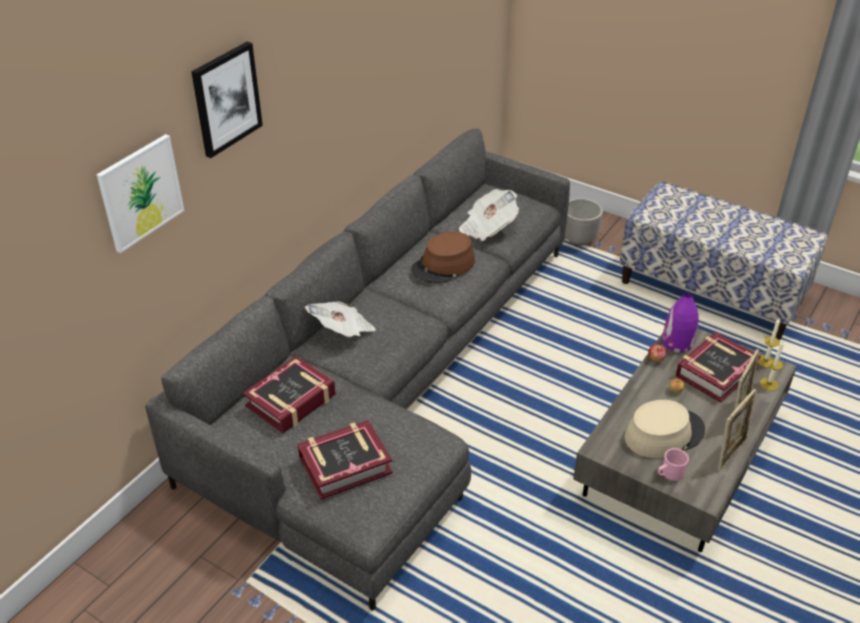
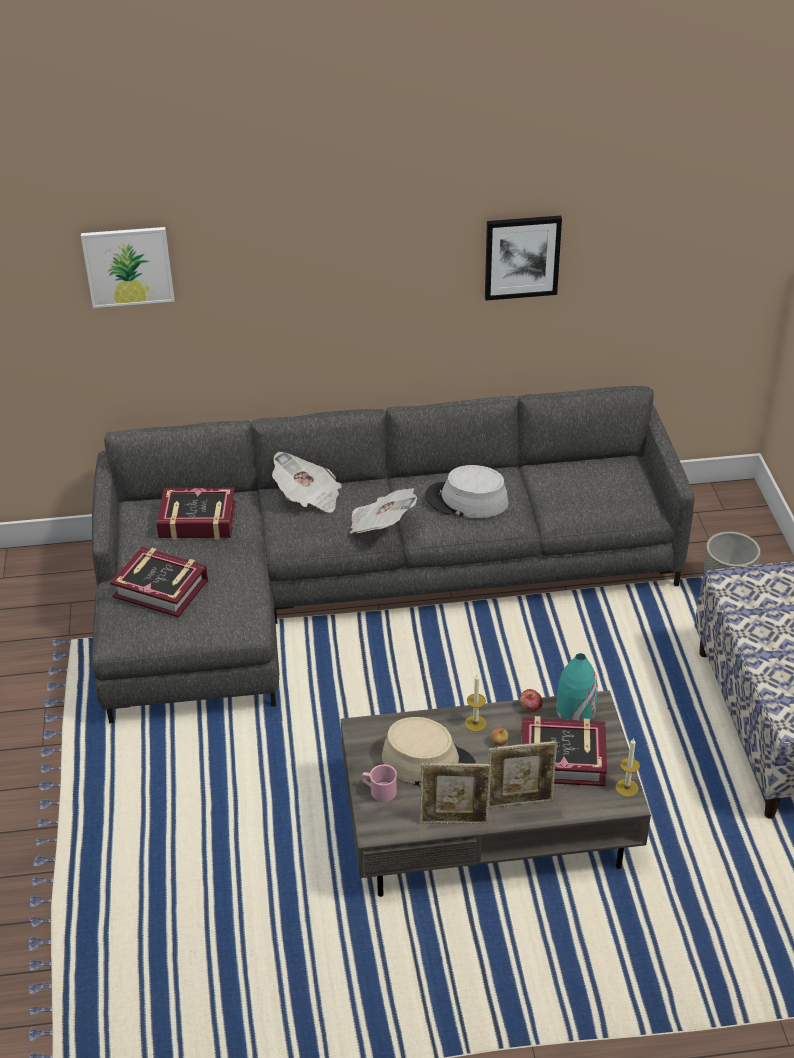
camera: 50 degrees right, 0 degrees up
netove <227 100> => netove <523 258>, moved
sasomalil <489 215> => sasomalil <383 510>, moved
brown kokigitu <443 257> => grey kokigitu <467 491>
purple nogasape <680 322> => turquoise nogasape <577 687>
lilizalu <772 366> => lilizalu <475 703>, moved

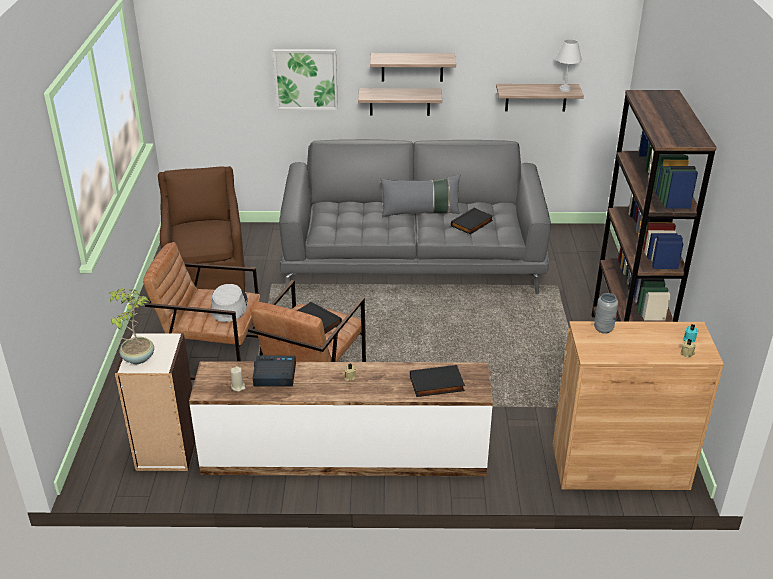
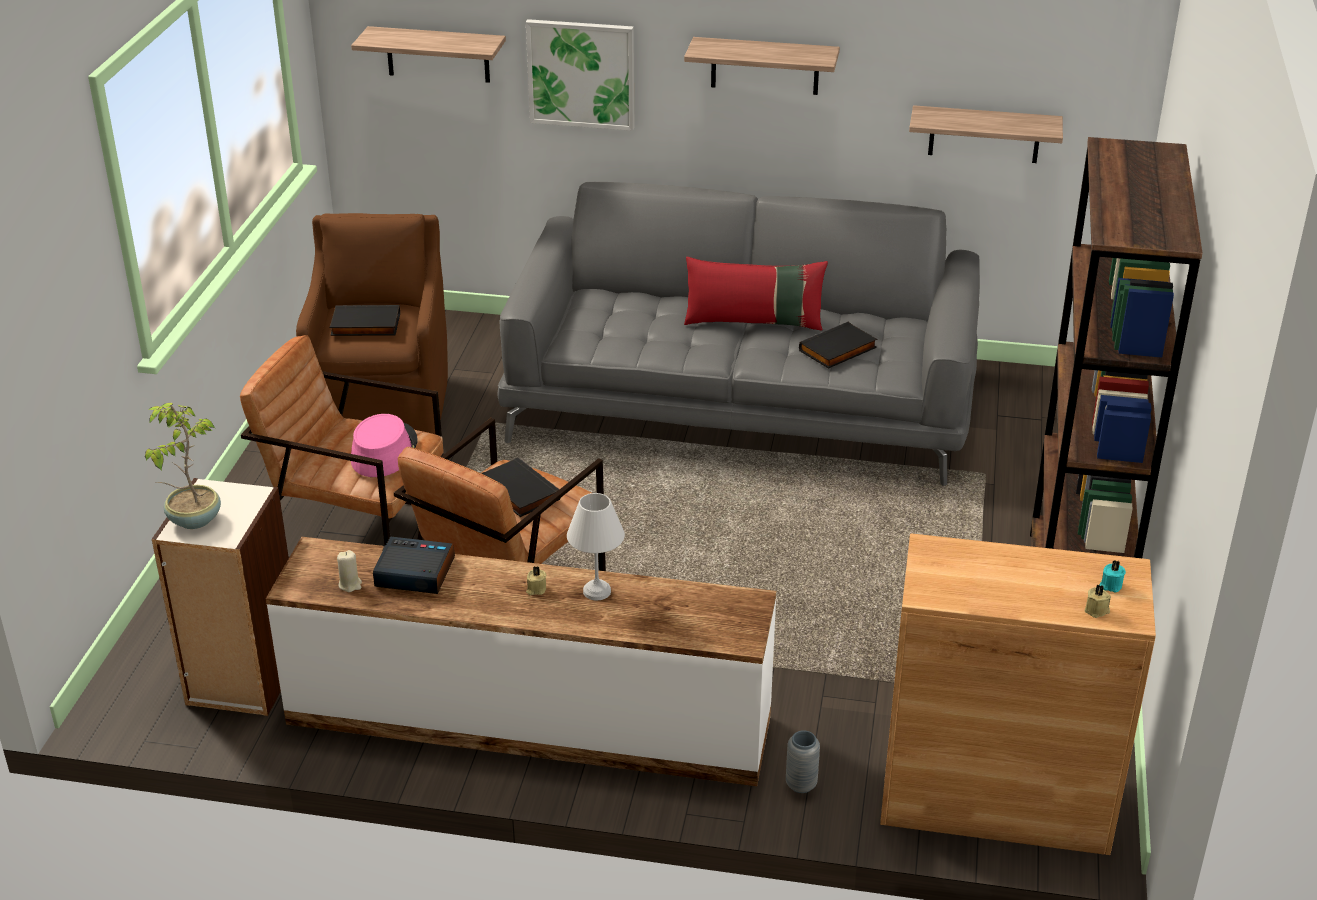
camera: 10 degrees right, 0 degrees up
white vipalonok <569 65> => white vipalonok <596 547>, moved
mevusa <400 102> => mevusa <428 54>, moved
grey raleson <420 196> => red raleson <756 293>
grey kokigitu <229 303> => pink kokigitu <384 445>
grey nogasape <606 313> => grey nogasape <803 761>, moved
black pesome <437 381> => black pesome <365 320>, moved

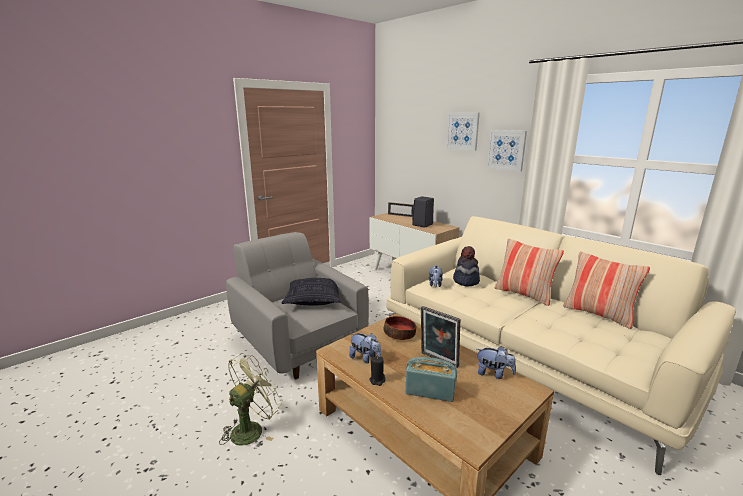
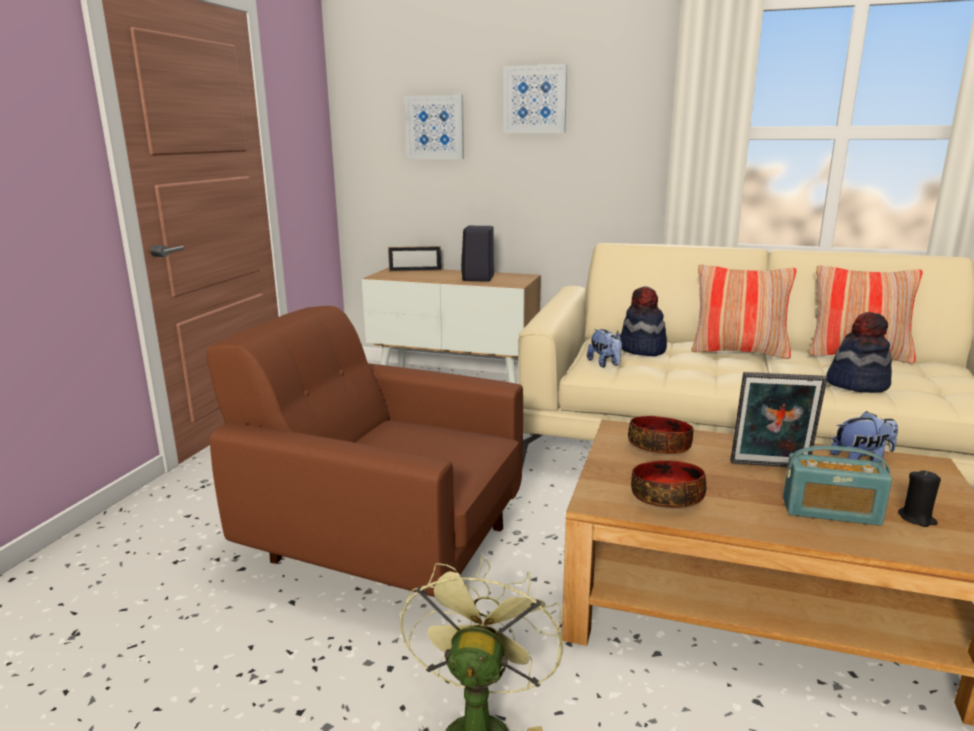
camera: 30 degrees left, 0 degrees up
netove <506 151> => netove <434 127>, moved
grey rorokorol <297 305> => brown rorokorol <364 451>
raleson <311 291> => nothing
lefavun <365 348> => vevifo <668 484>
black lilizalu <377 371> => black lilizalu <919 498>, moved
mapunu <431 379> => mapunu <837 485>, 150 degrees counterclockwise
nothing => kokigitu <859 352>

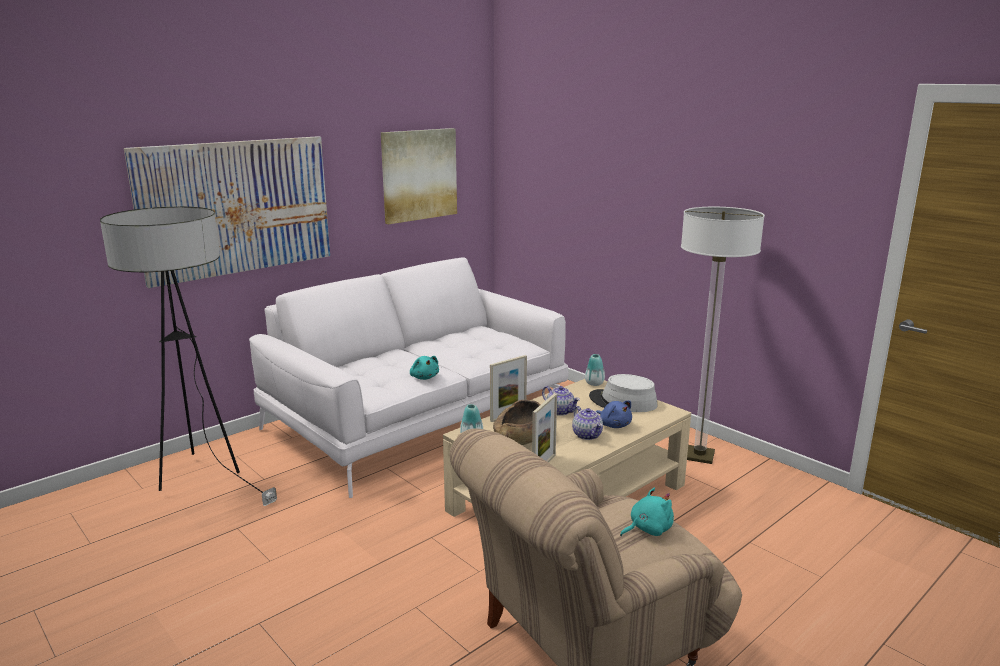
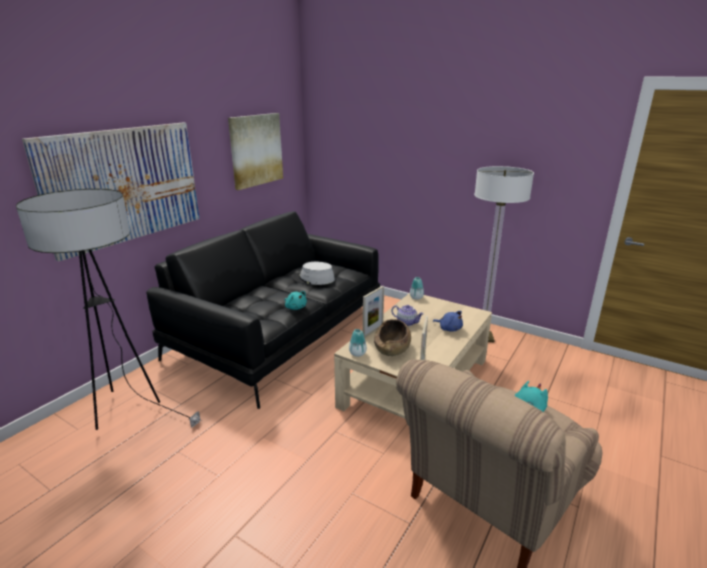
camera: 15 degrees left, 5 degrees up
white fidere <409 377> => black fidere <263 310>
grey kokigitu <623 393> => grey kokigitu <313 273>, moved
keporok <587 423> => nothing

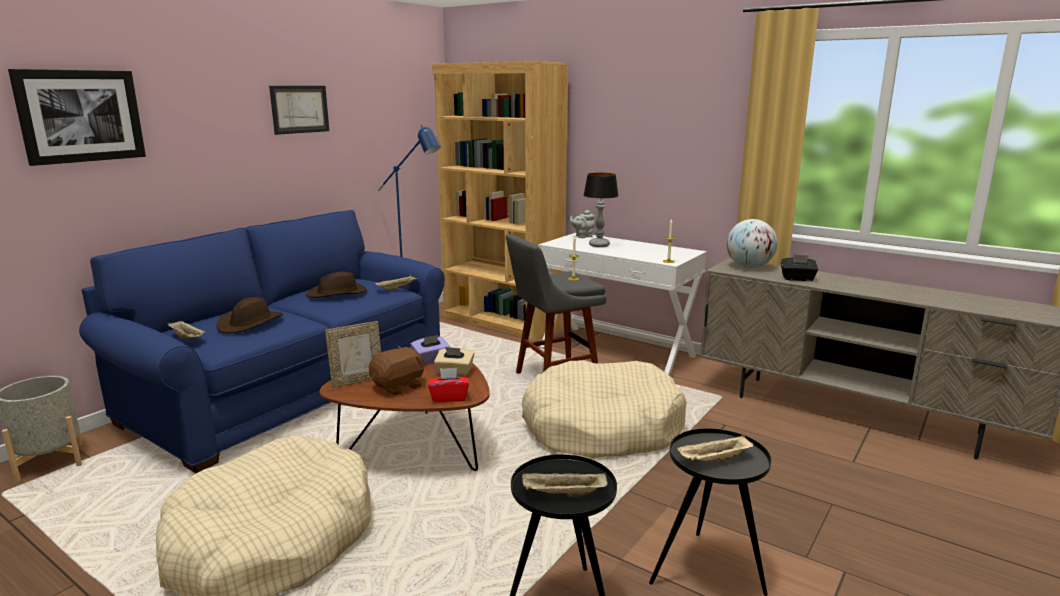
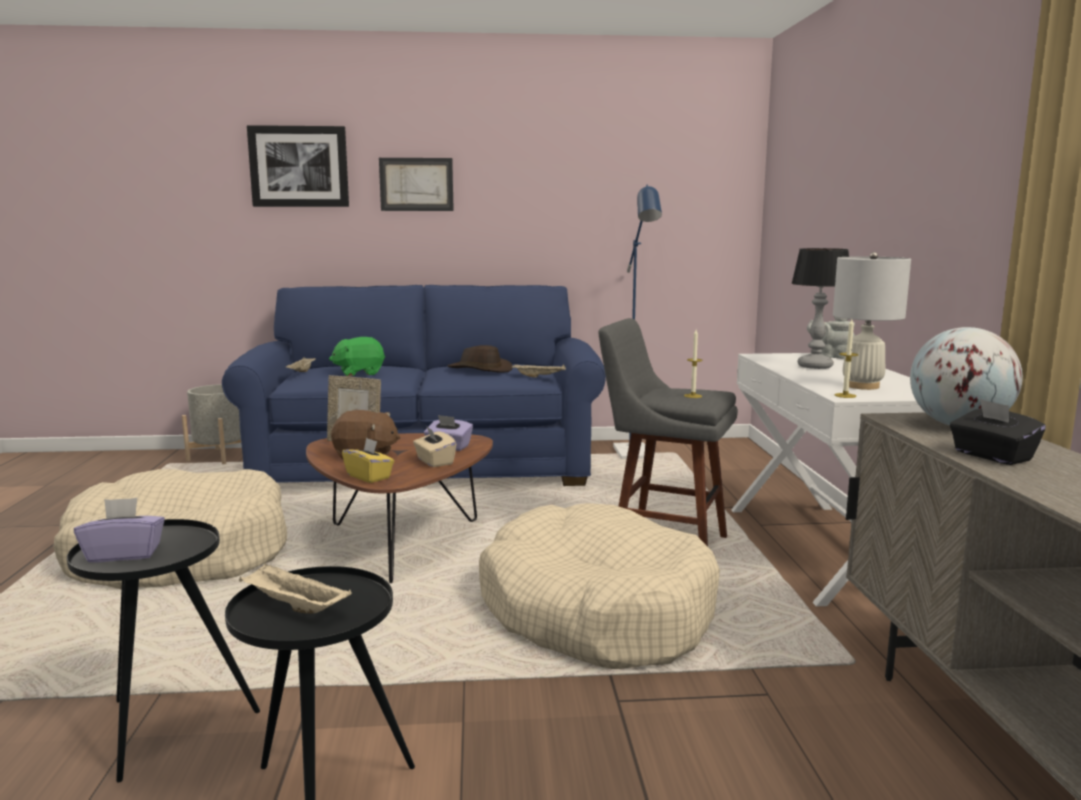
camera: 50 degrees right, 5 degrees down
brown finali <500 201> => nothing
netove <299 110> => netove <416 184>, moved
brown kokigitu <249 315> => green lefavun <357 357>
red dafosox <448 385> => yellow dafosox <368 460>
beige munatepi <565 484> => purple dafosox <119 530>
nothing => white vipalonok <872 321>

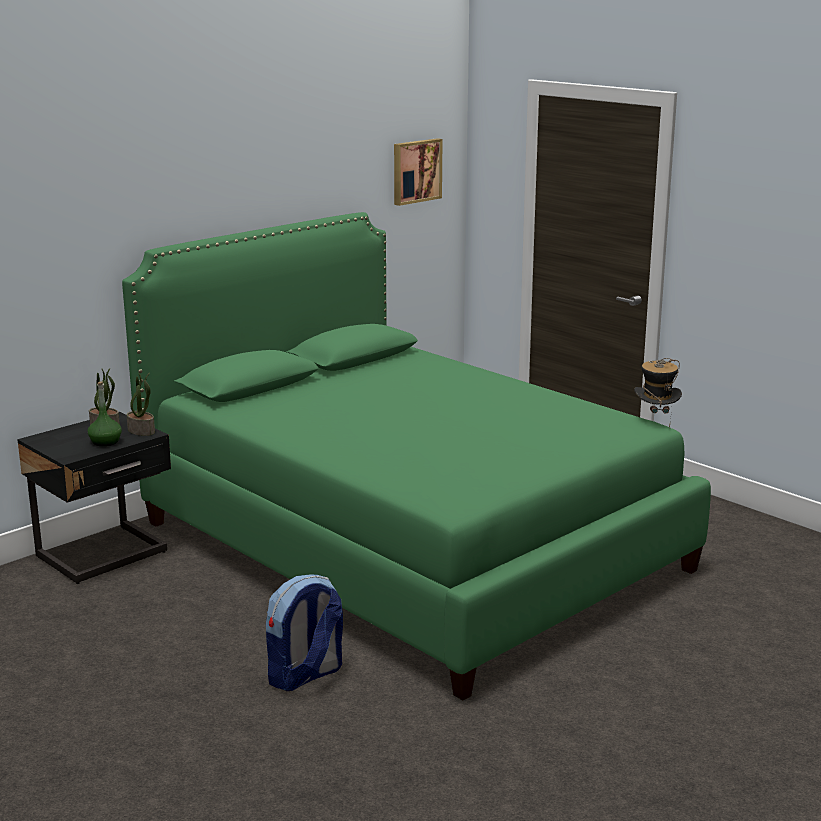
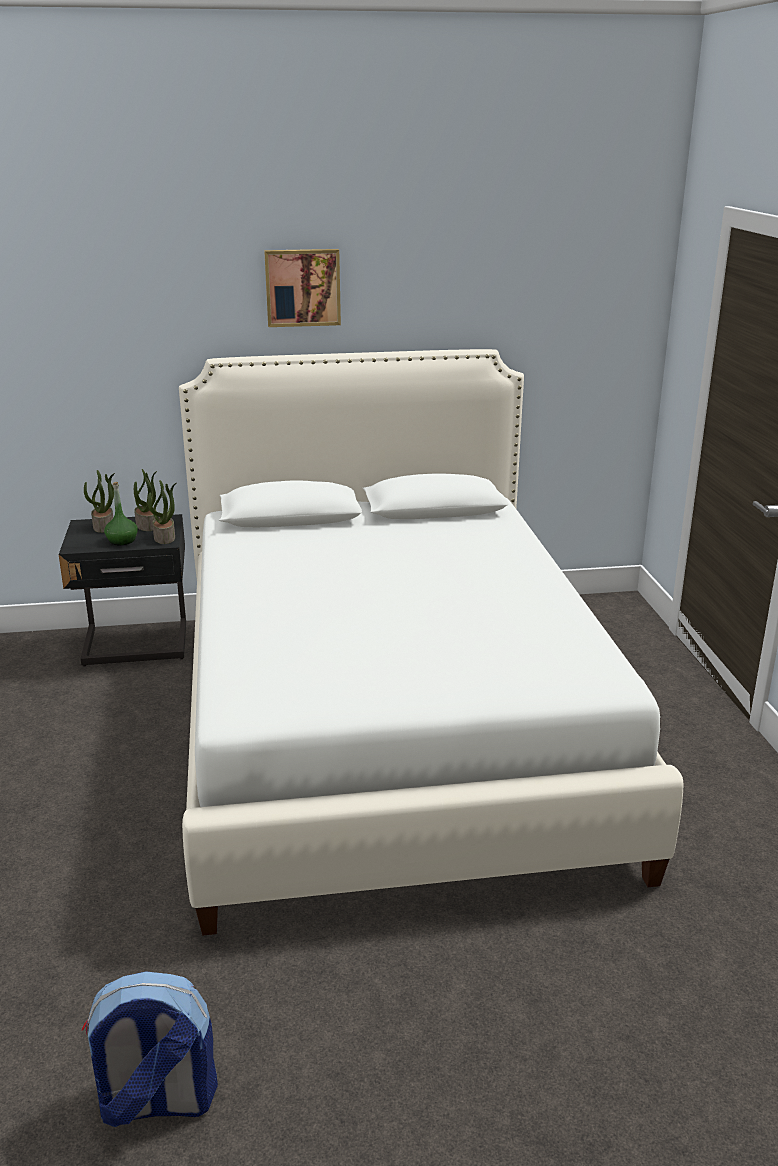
camera: 35 degrees right, 5 degrees up
netove <418 172> => netove <302 288>, moved
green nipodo <416 456> => white nipodo <431 642>
kokigitu <658 393> => nothing
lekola <304 633> => lekola <150 1049>, moved
nothing => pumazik <99 501>

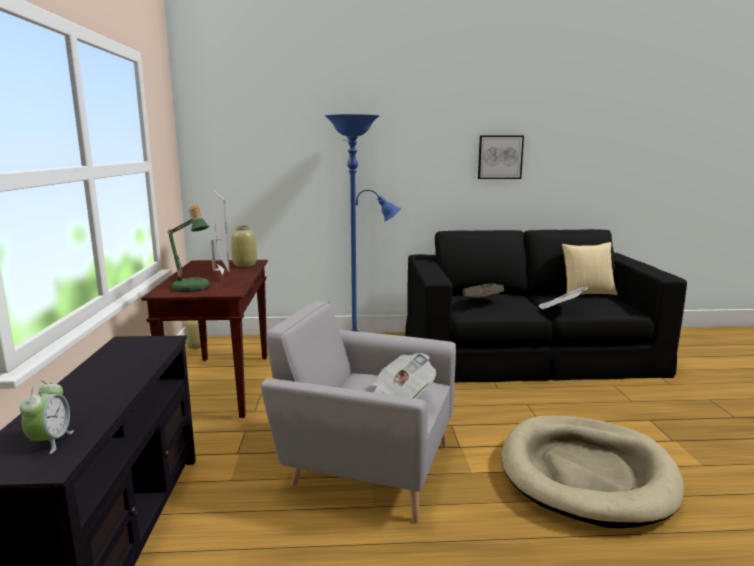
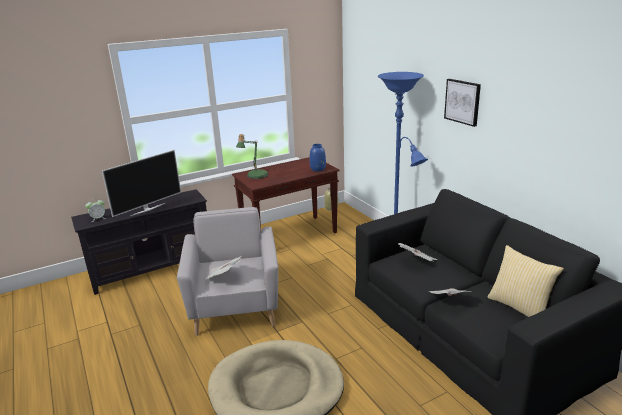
camera: 65 degrees right, 10 degrees up
netove <501 157> => netove <462 103>, moved
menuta <220 233> => menuta <141 183>, moved
beige nogasape <244 246> => blue nogasape <318 157>

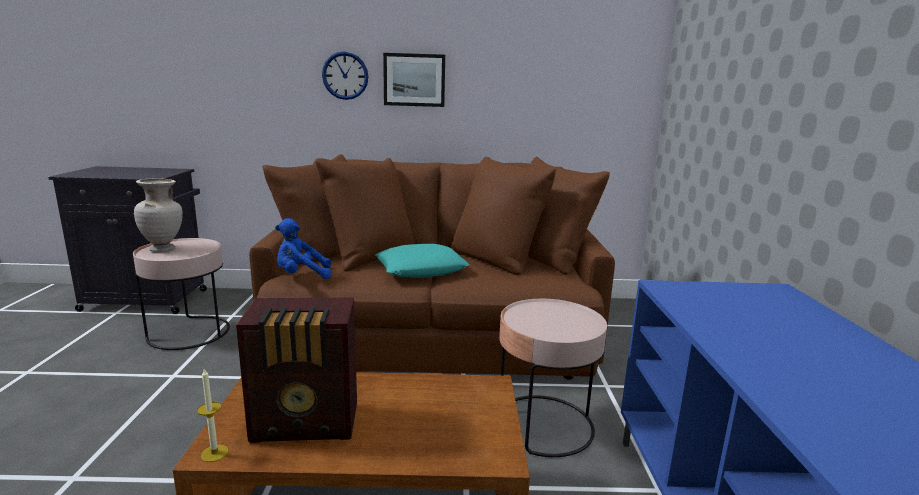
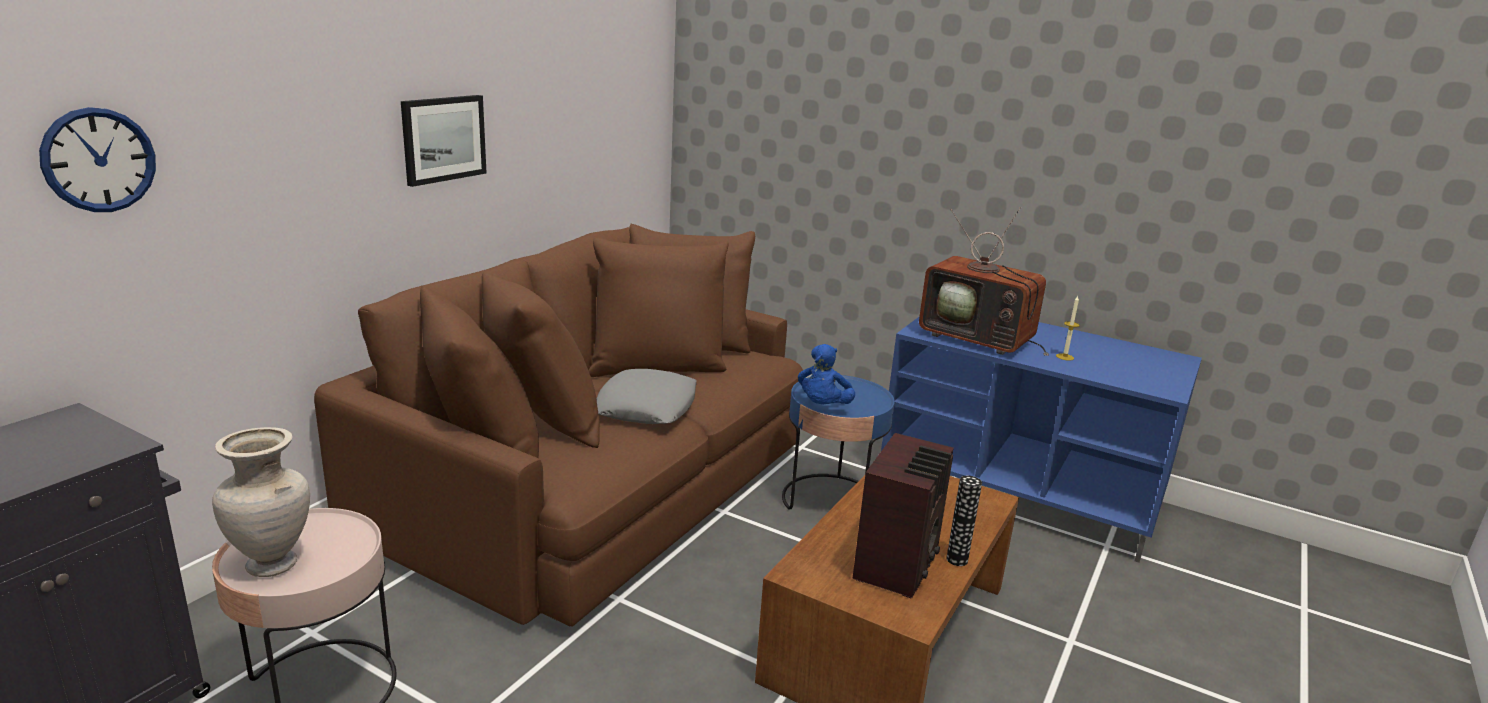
camera: 60 degrees left, 5 degrees up
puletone <345 75> => puletone <97 159>, moved
blue lefavun <303 248> => blue lefavun <826 374>, moved
turquoise raleson <422 261> => grey raleson <647 396>
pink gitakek <553 378> => blue gitakek <838 442>
lilizalu <213 415> => lilizalu <1068 328>, moved
nothing => menuta <984 281>
nothing => nogasape <964 521>

